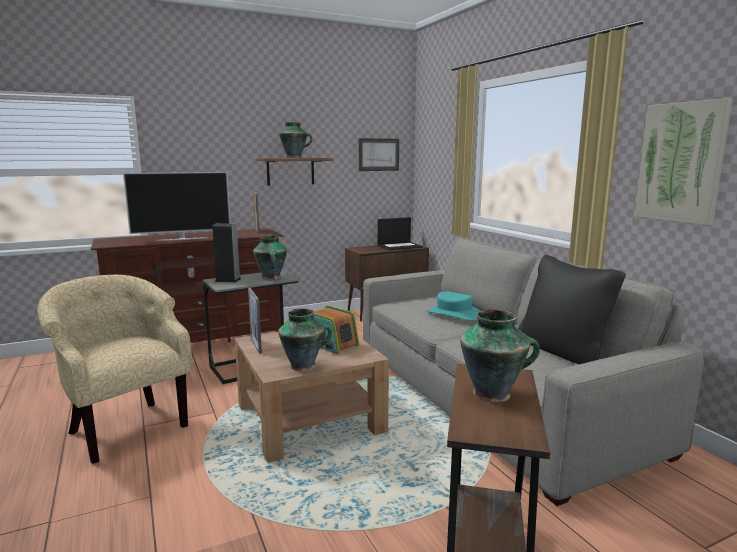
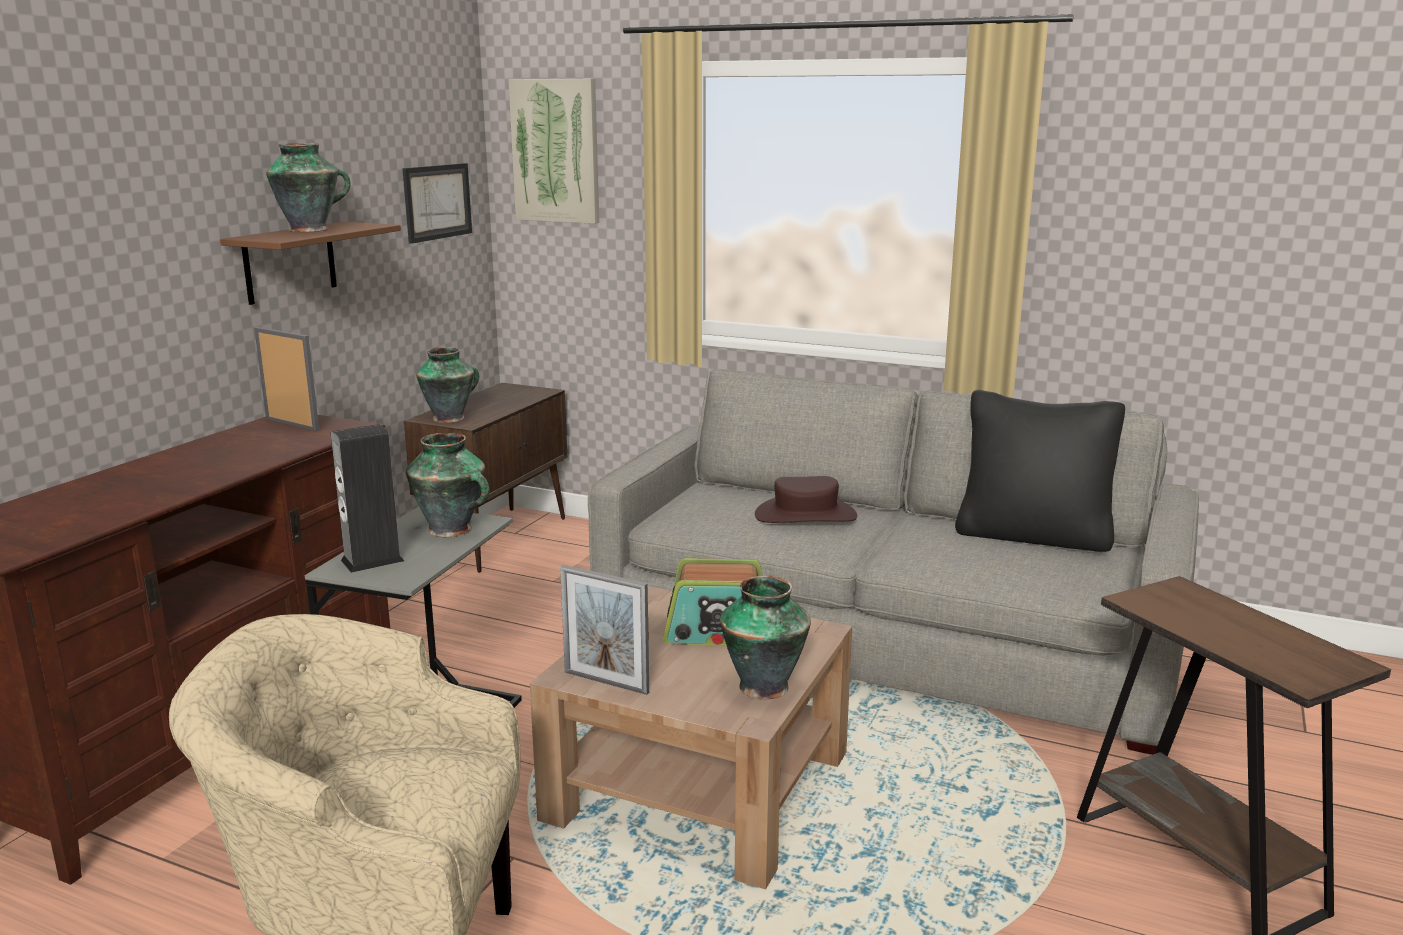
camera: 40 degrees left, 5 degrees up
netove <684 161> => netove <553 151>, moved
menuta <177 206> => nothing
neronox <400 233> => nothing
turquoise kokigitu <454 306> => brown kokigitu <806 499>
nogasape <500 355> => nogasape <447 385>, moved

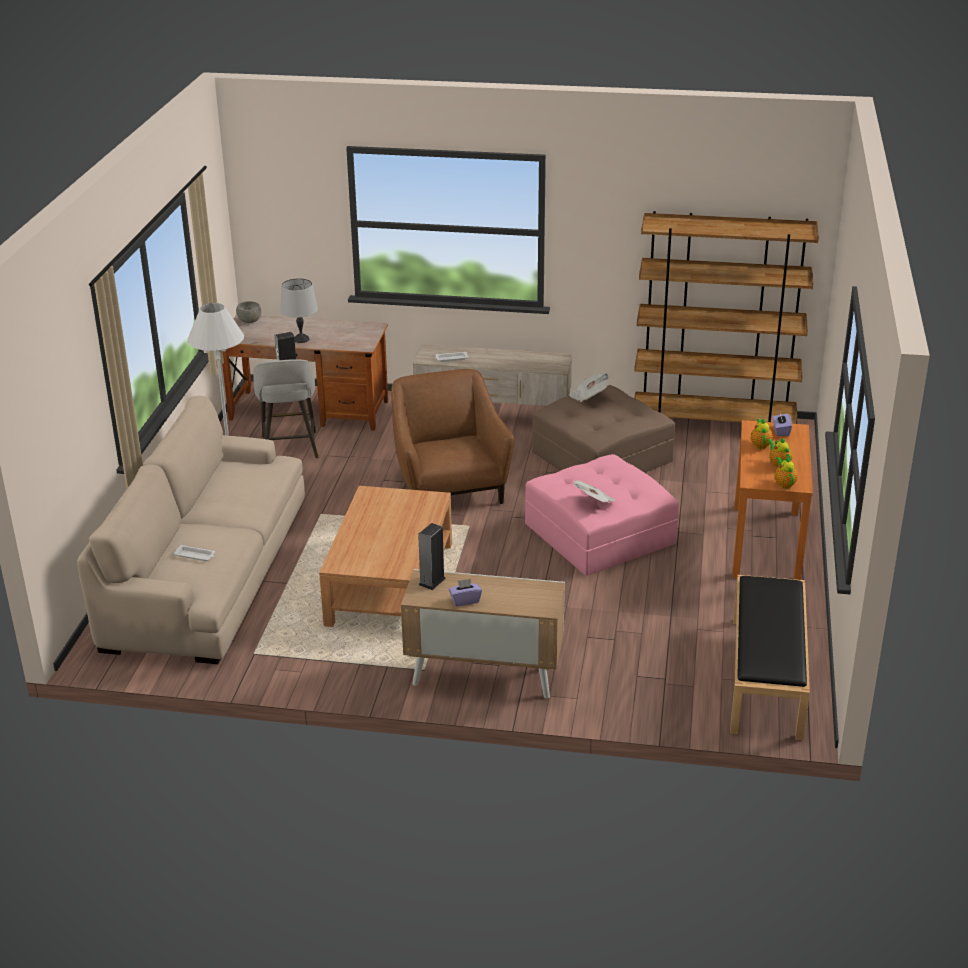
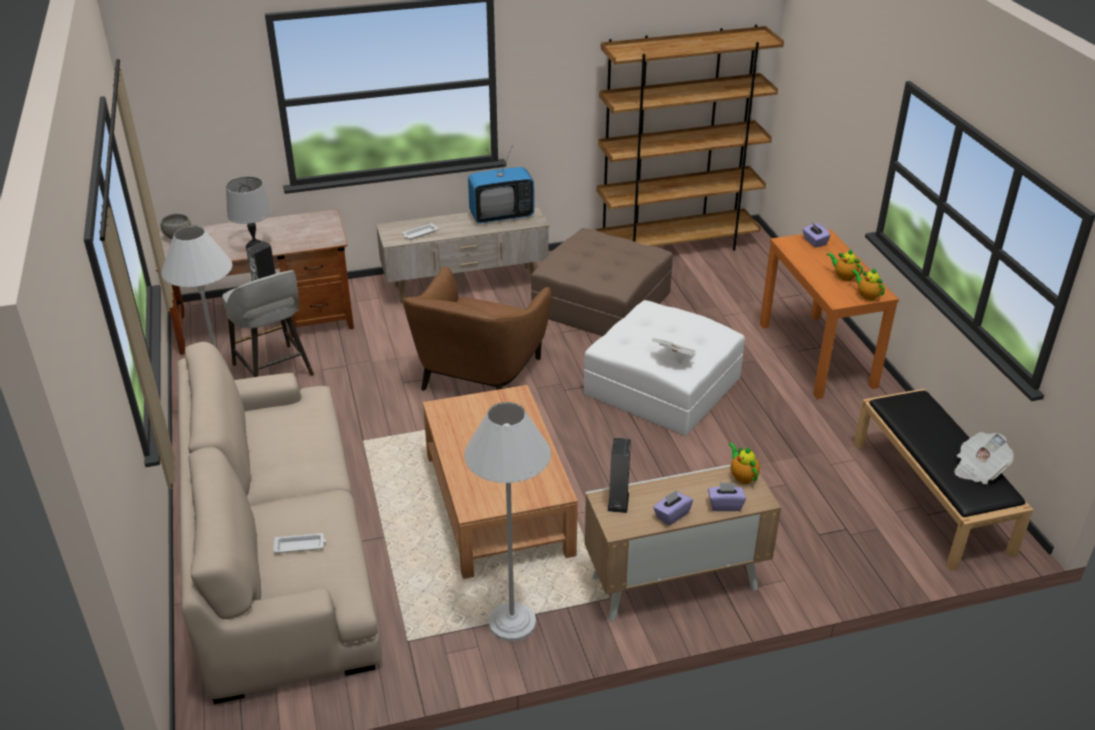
camera: 25 degrees left, 5 degrees up
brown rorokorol <452 436> => brown rorokorol <477 328>, 120 degrees counterclockwise
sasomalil <589 387> => sasomalil <984 458>, moved
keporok <762 433> => keporok <744 463>, moved
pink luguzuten <602 515> => white luguzuten <664 368>
nothing => menuta <501 184>
nothing => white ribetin <507 521>
nothing => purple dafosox <727 496>

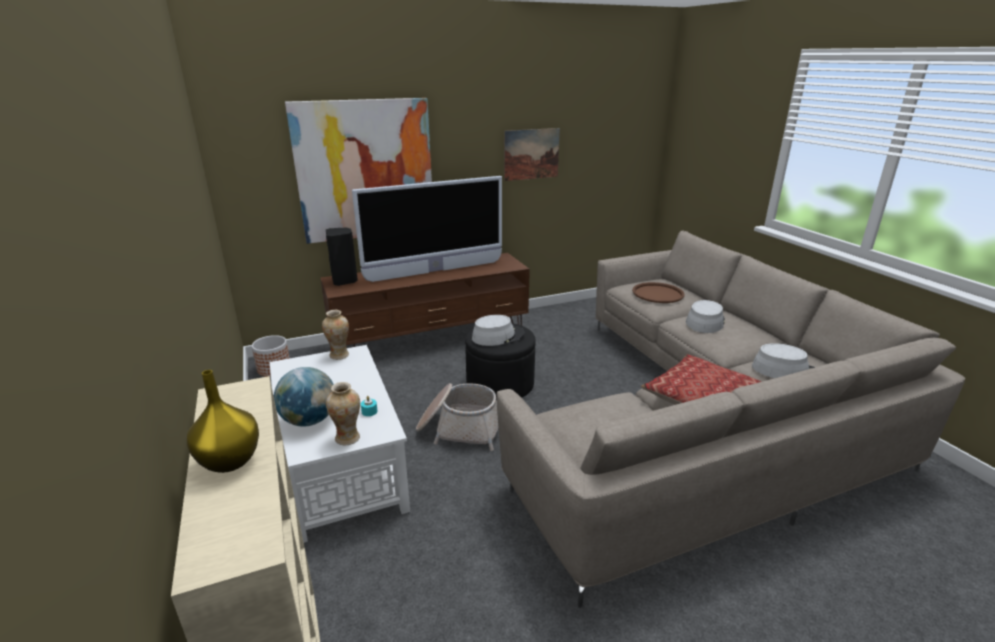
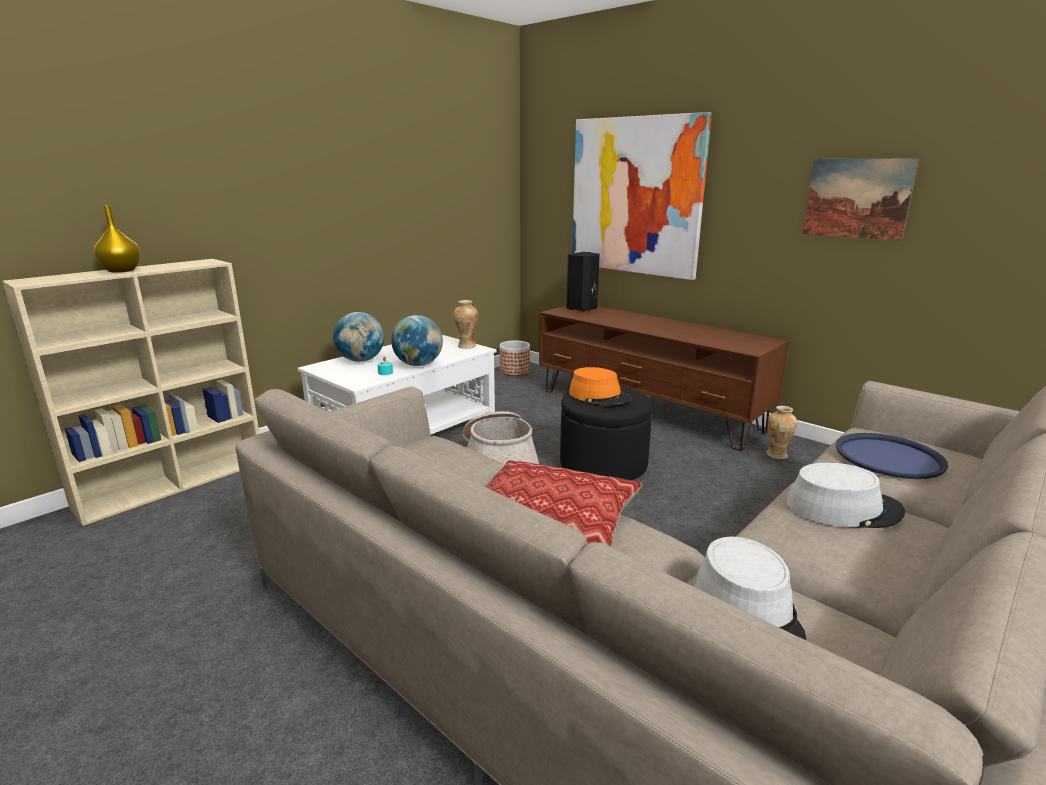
camera: 65 degrees right, 5 degrees down
menuta <427 229> => nothing
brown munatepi <658 292> => blue munatepi <892 456>
grey kokigitu <498 330> => orange kokigitu <600 386>
nogasape <343 413> => nogasape <781 432>, moved
nothing => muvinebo <417 340>

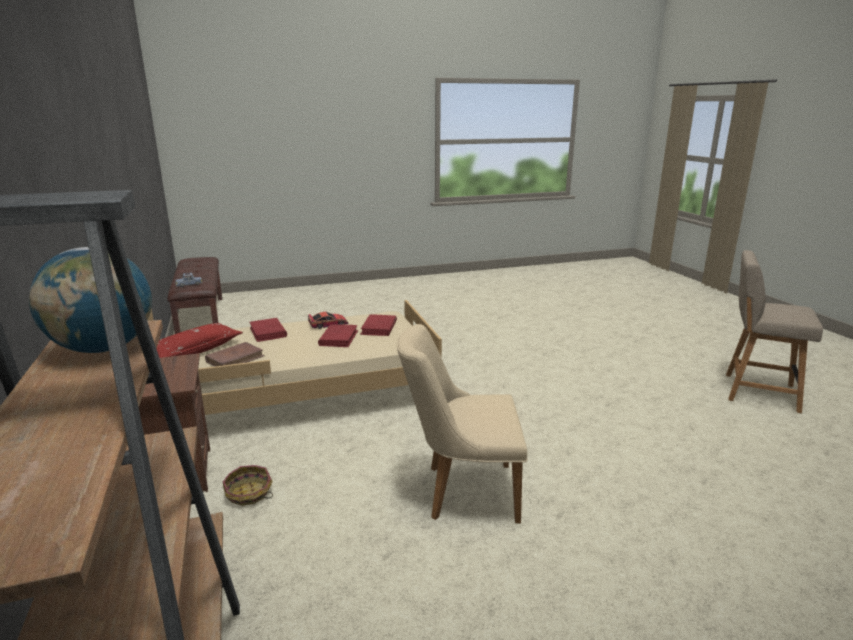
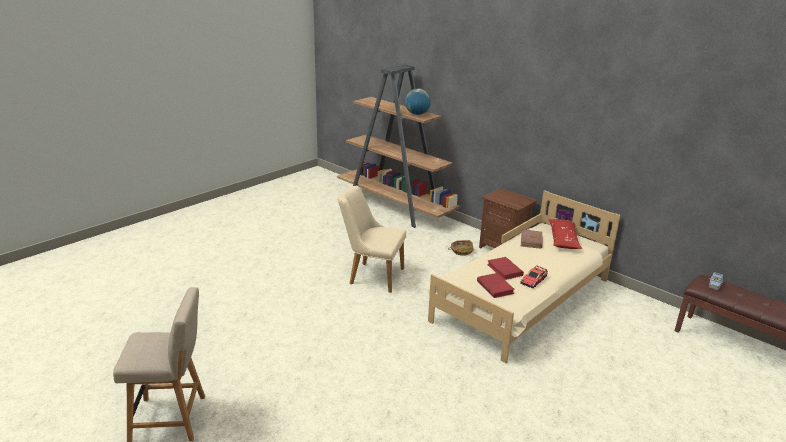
camera: 150 degrees right, 5 degrees up
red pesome <268 330> => nothing
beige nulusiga <462 423> => beige nulusiga <372 239>, 135 degrees counterclockwise

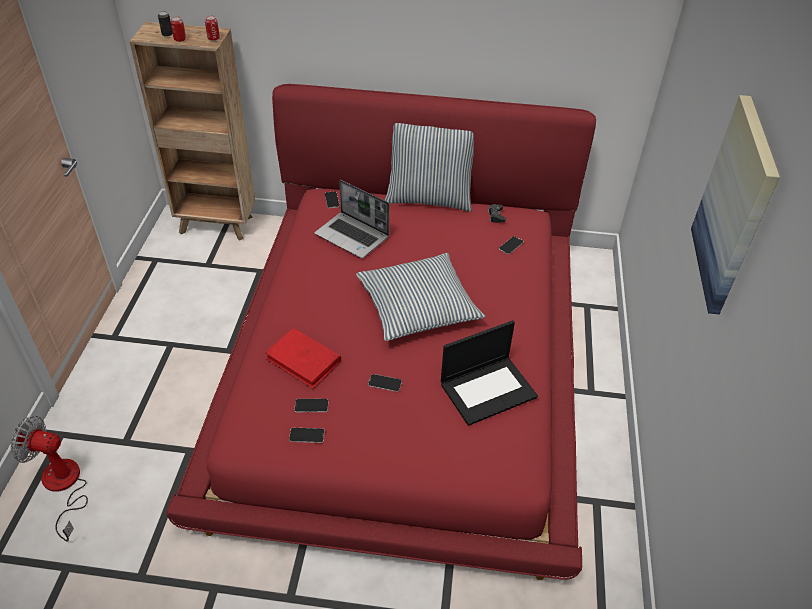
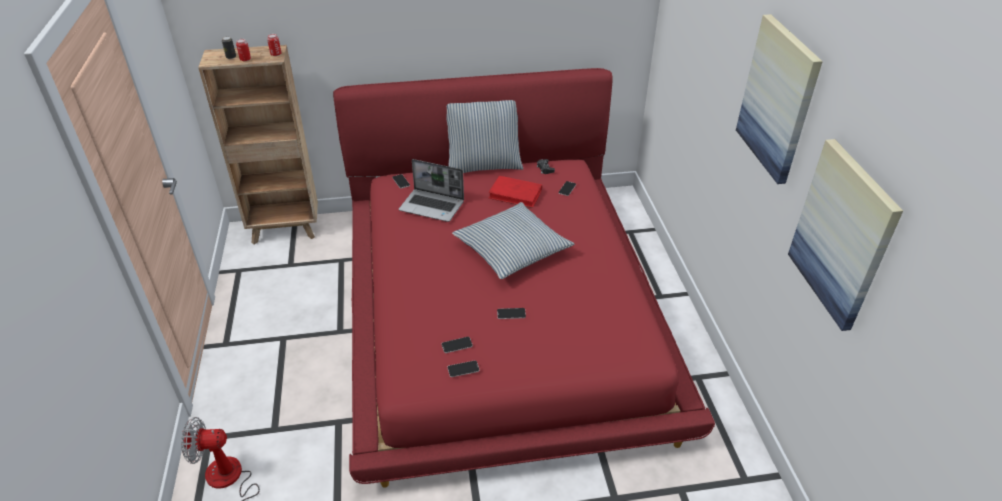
camera: 15 degrees left, 5 degrees down
neronox <489 373> => nothing
red pesome <303 358> => red pesome <515 192>, moved
nothing => netove <845 235>

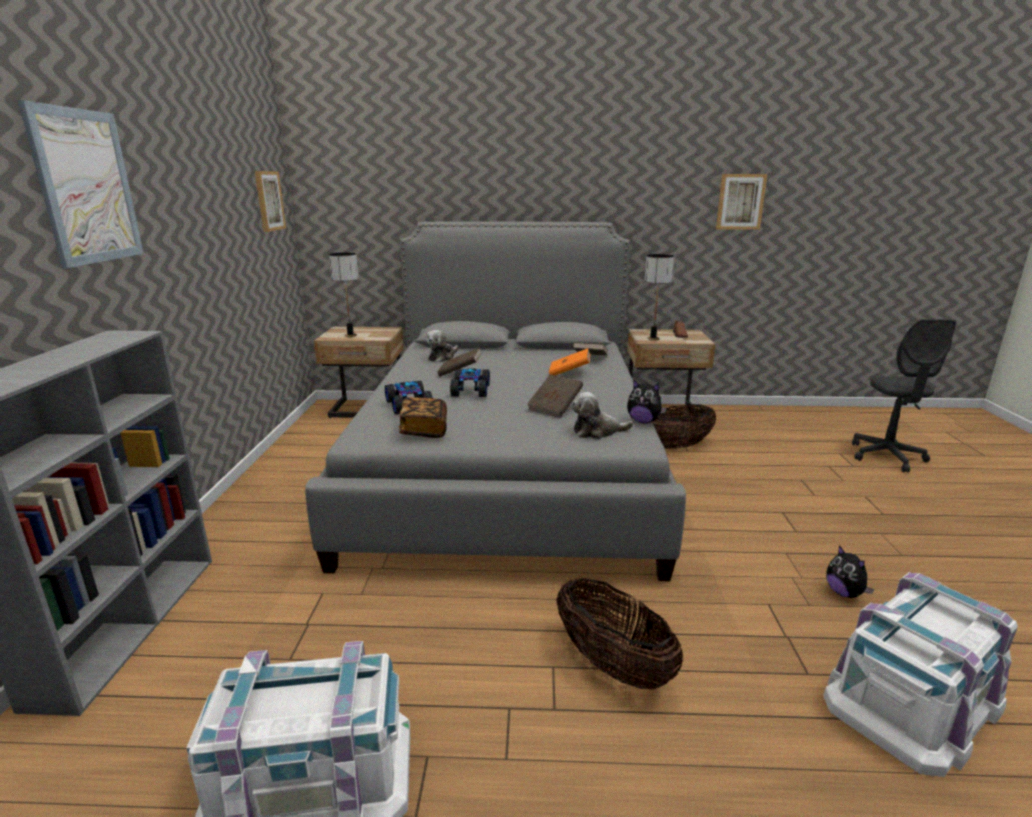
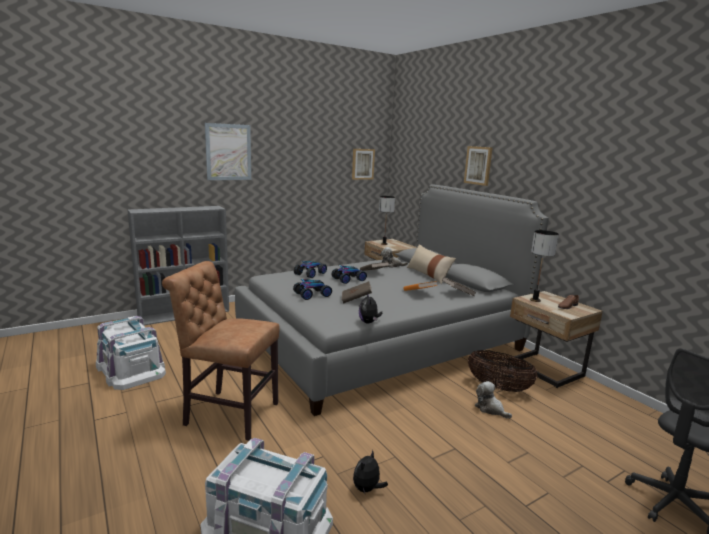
camera: 55 degrees right, 5 degrees down
netove <742 202> => netove <478 166>, moved
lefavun <602 415> => lefavun <493 399>, moved
pesome <423 417> => nothing
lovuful <619 634> => brown nulusiga <221 351>
nothing => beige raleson <431 264>
nothing => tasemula <312 289>

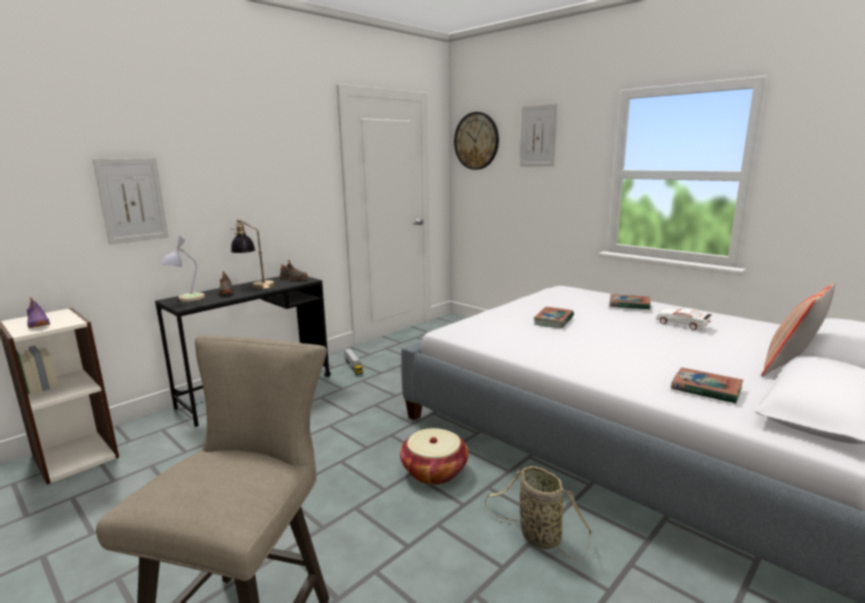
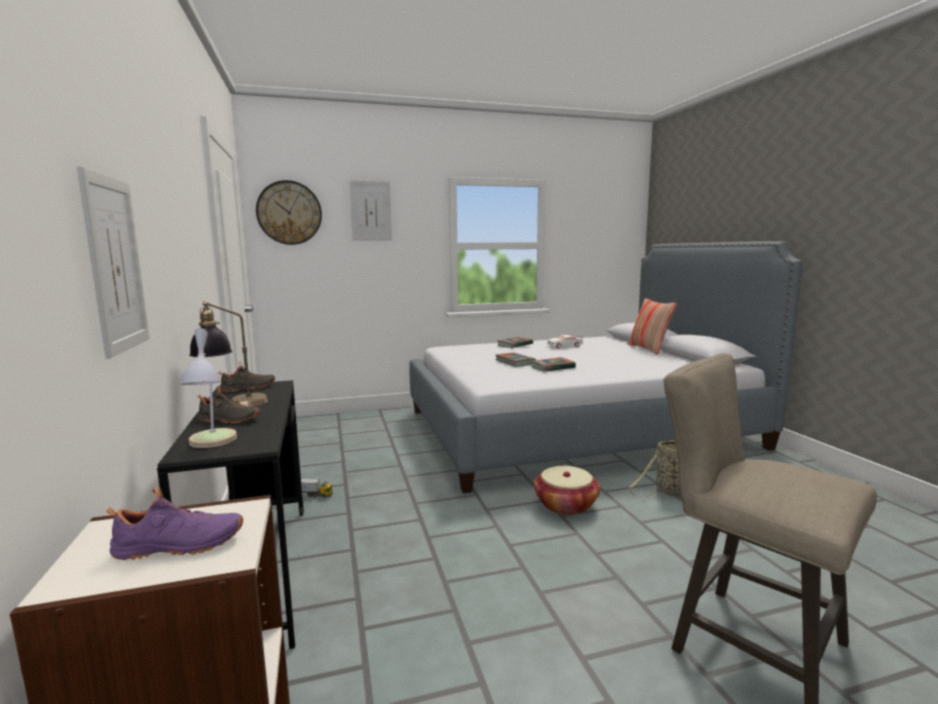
camera: 60 degrees left, 5 degrees down
pesome <707 385> => pesome <553 364>, moved

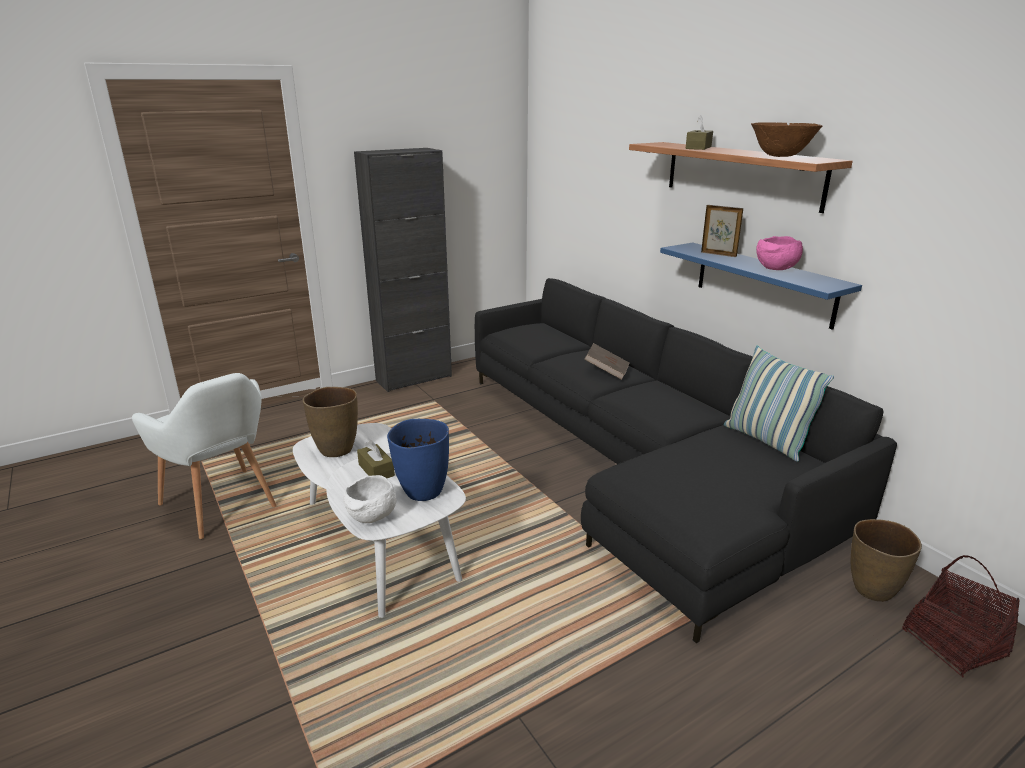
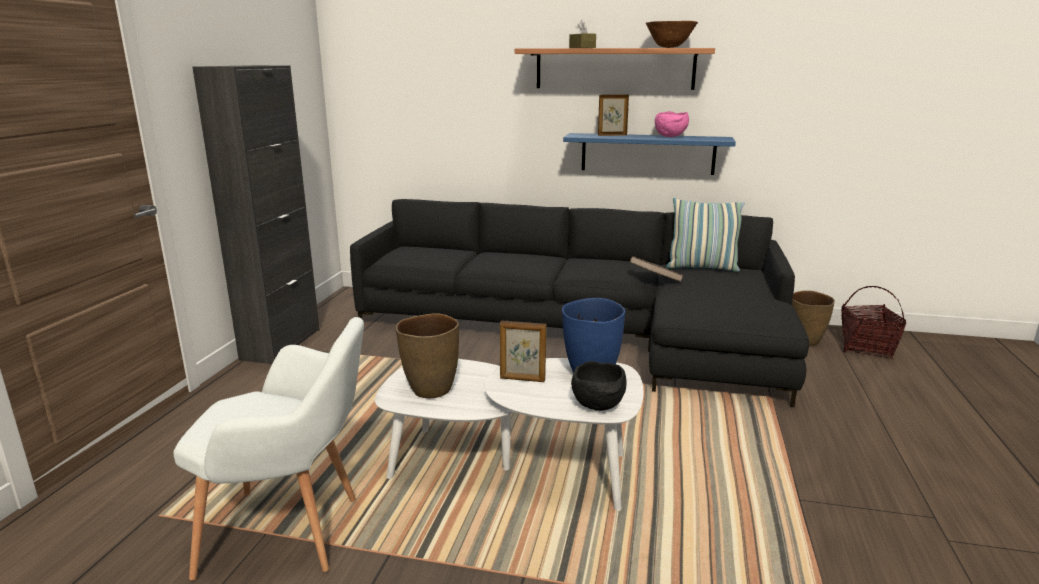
camera: 45 degrees left, 5 degrees down
brown pesome <606 361> => brown pesome <657 269>, moved
brown dafosox <376 459> => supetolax <523 351>
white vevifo <370 499> => black vevifo <598 386>

